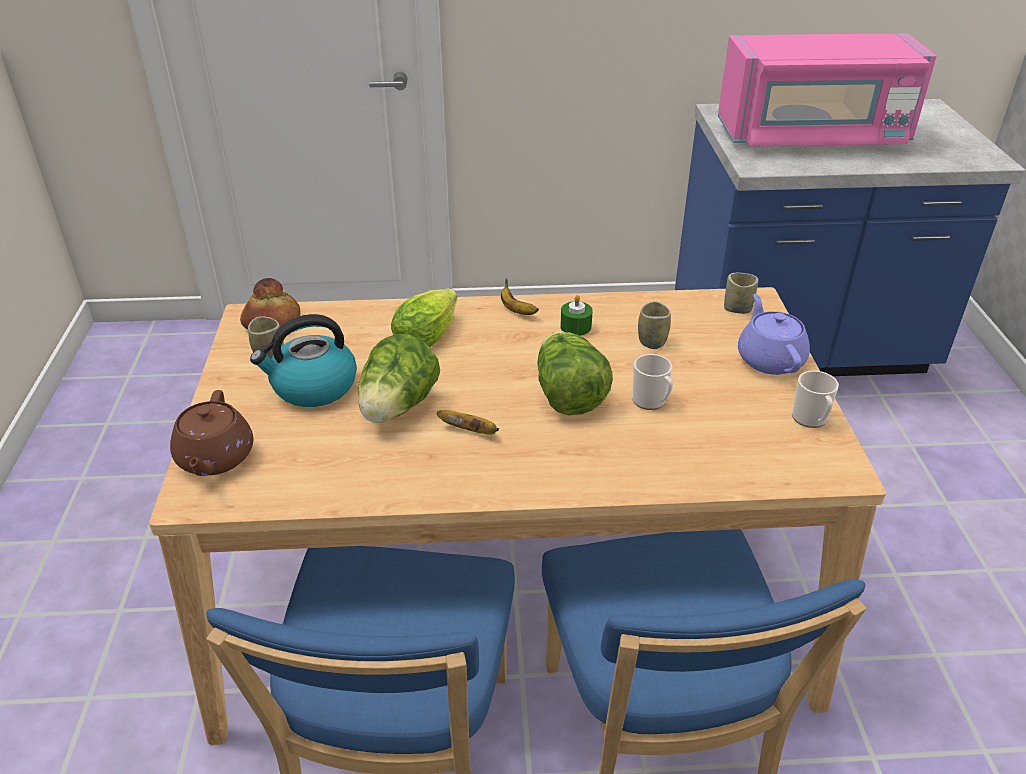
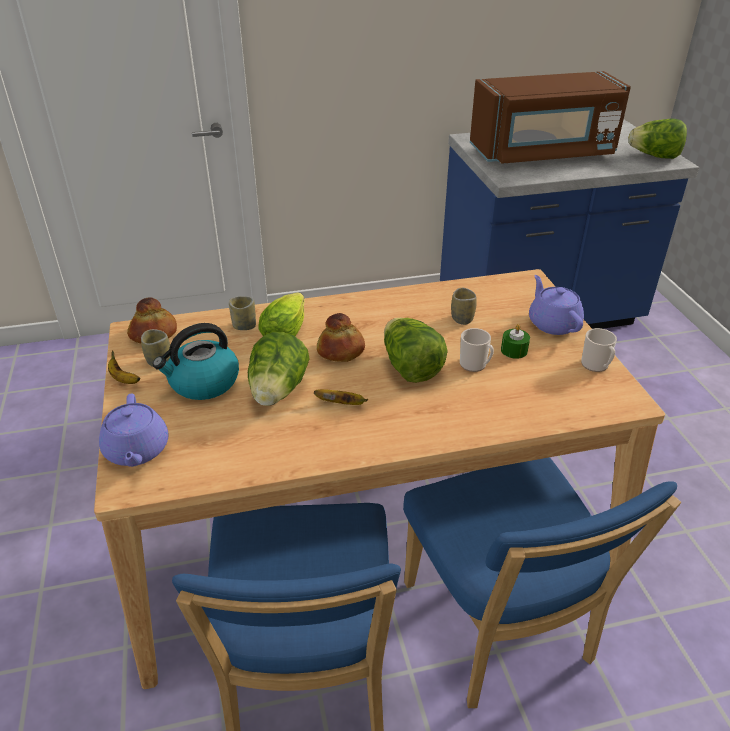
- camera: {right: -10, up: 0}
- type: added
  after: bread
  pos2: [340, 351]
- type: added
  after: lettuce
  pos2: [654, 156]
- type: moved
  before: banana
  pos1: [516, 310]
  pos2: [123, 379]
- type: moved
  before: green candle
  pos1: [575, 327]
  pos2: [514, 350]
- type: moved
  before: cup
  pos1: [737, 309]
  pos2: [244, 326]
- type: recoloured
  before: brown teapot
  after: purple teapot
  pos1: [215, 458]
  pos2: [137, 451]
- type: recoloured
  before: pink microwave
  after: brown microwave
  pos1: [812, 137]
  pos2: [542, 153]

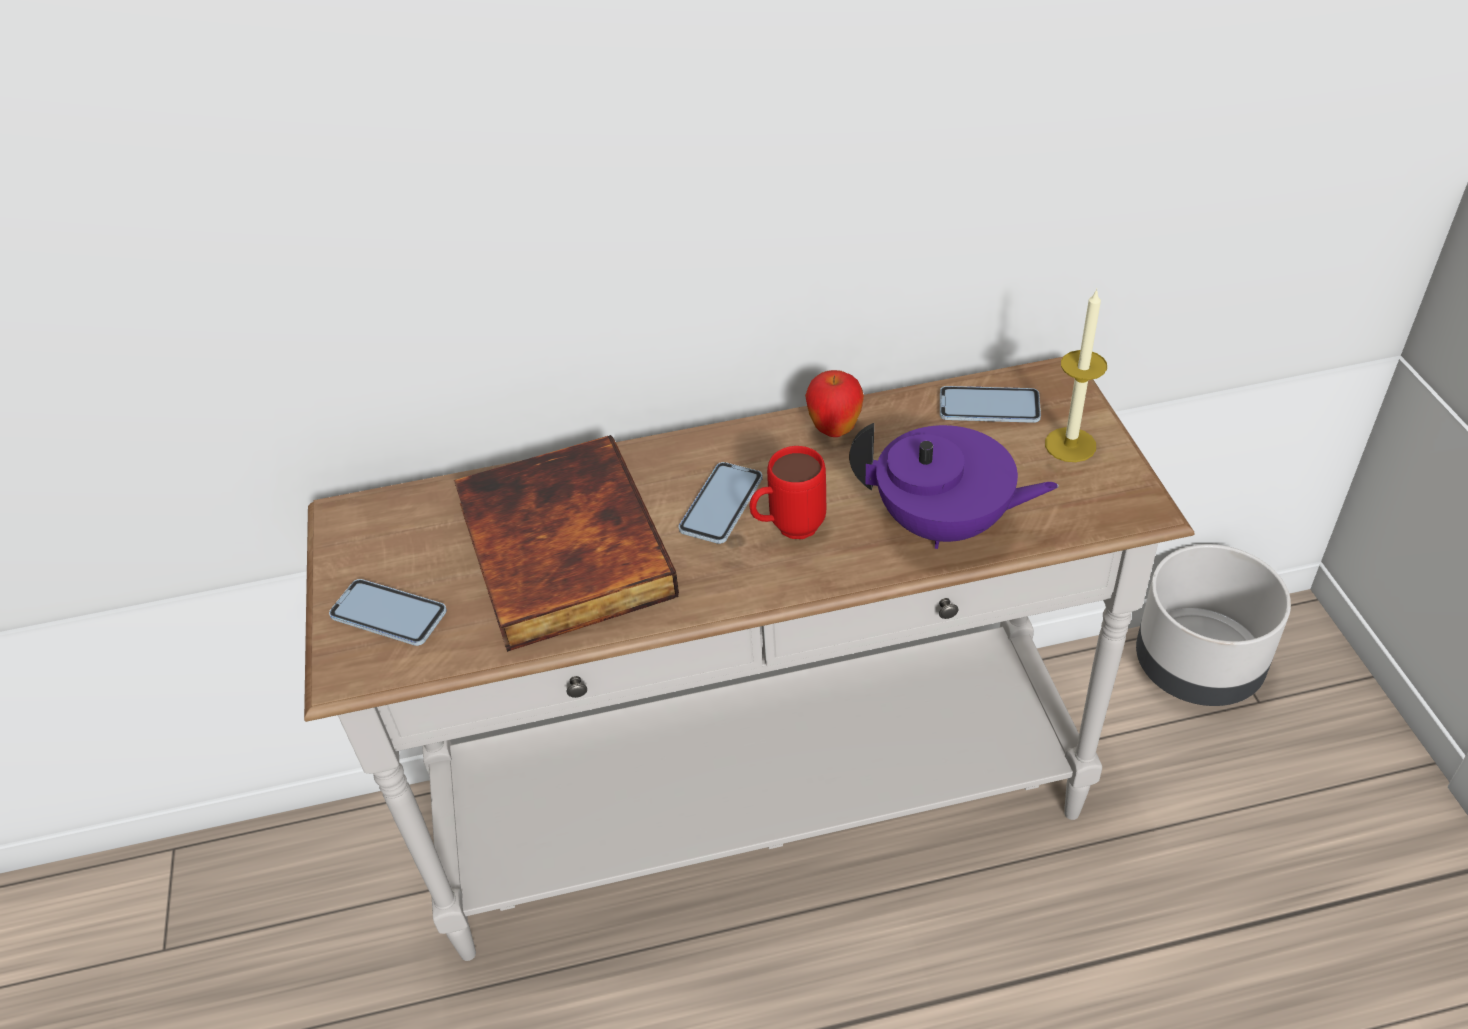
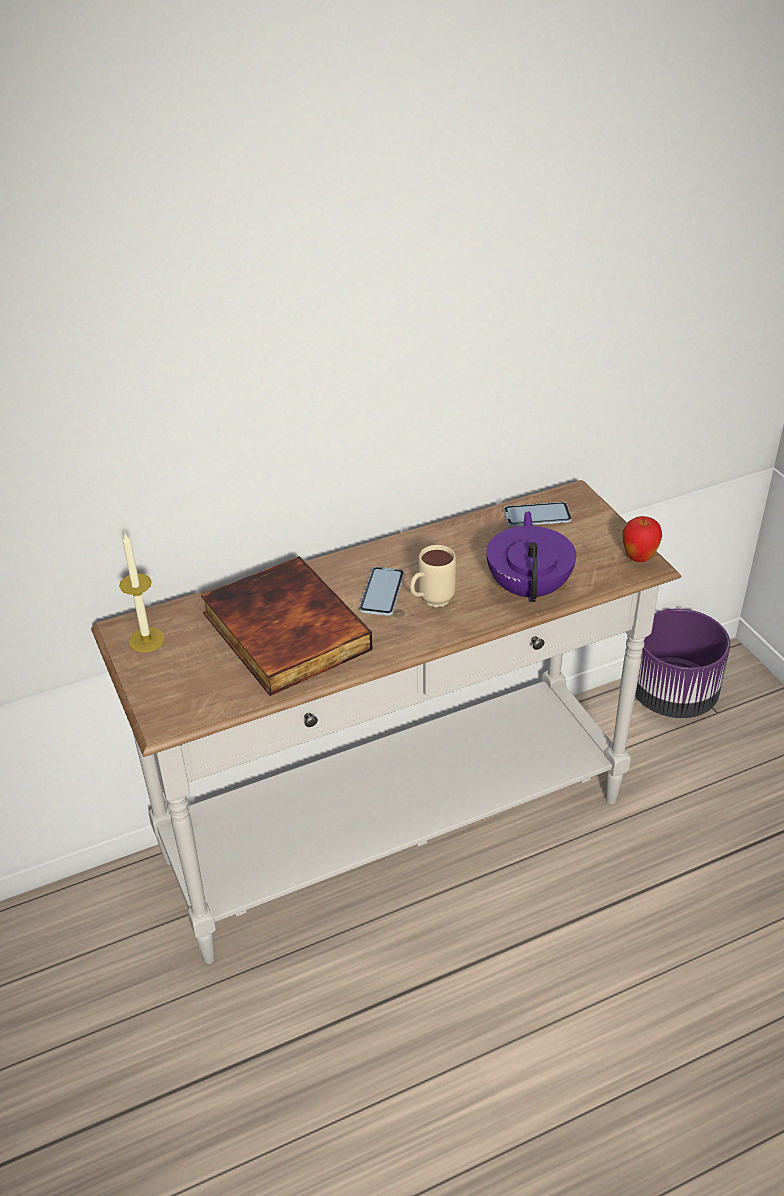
- camera: {right: -15, up: -5}
- type: removed
  before: phone
  pos1: [388, 614]
- type: moved
  before: apple
  pos1: [834, 430]
  pos2: [638, 557]
- type: moved
  before: candle
  pos1: [1070, 445]
  pos2: [146, 640]
- type: recoloured
  before: red mug
  after: beige mug
  pos1: [787, 530]
  pos2: [430, 602]
- type: recoloured
  before: grey planter
  after: purple planter
  pos1: [1198, 667]
  pos2: [673, 696]
- type: turned
  before: purple teapot
  pos1: [944, 524]
  pos2: [529, 587]
  turn: -90

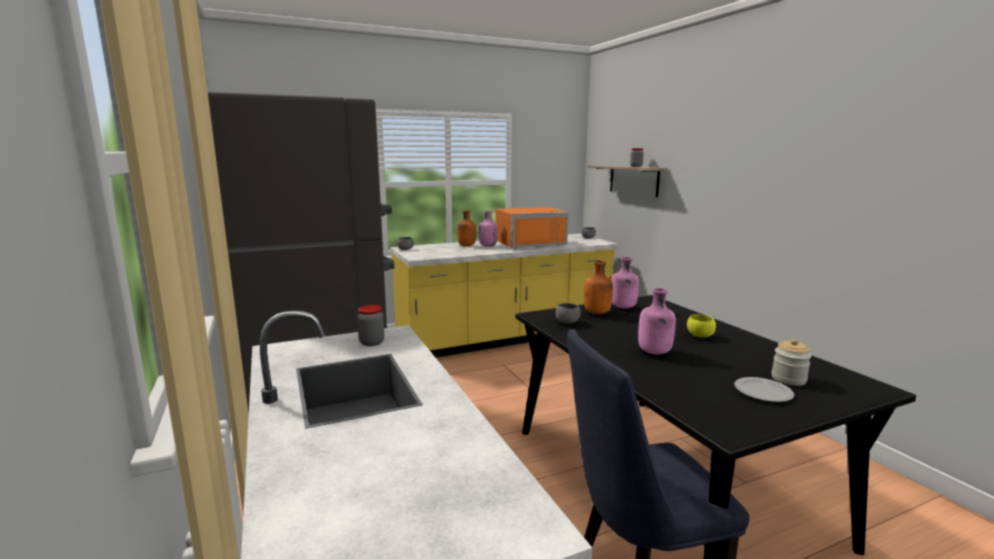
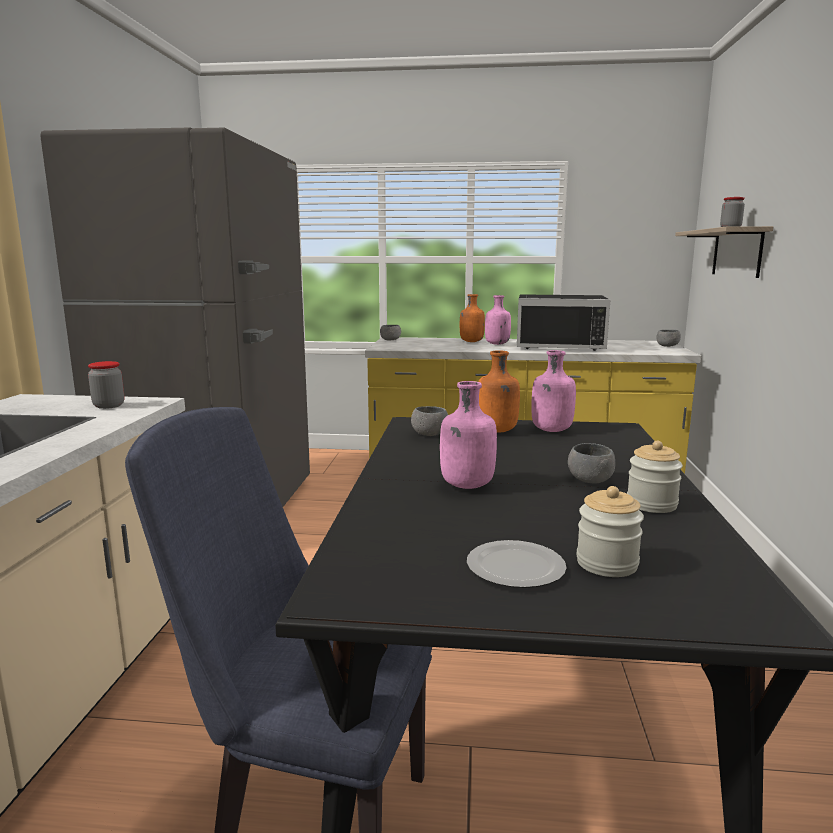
- camera: {right: 30, up: 0}
- type: added
  after: jar
  pos2: [651, 504]
- type: recoloured
  before: orange microwave
  after: black microwave
  pos1: [528, 243]
  pos2: [559, 345]
- type: recoloured
  before: yellow bowl
  after: grey bowl
  pos1: [700, 336]
  pos2: [590, 480]

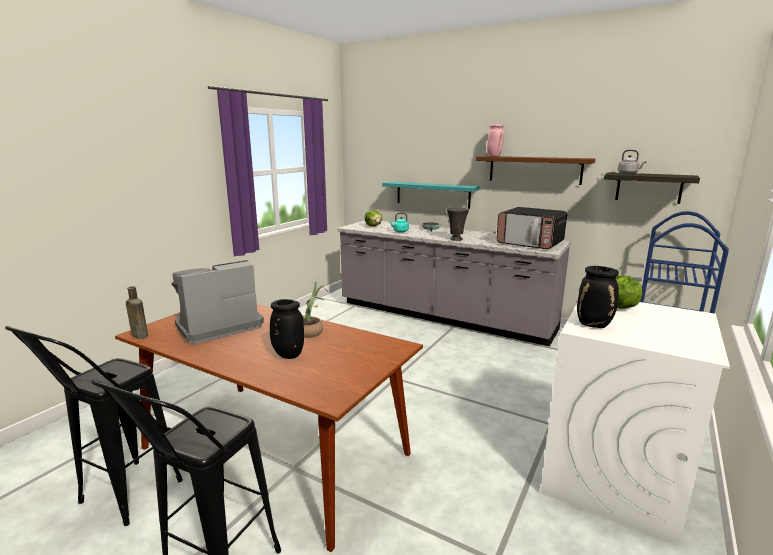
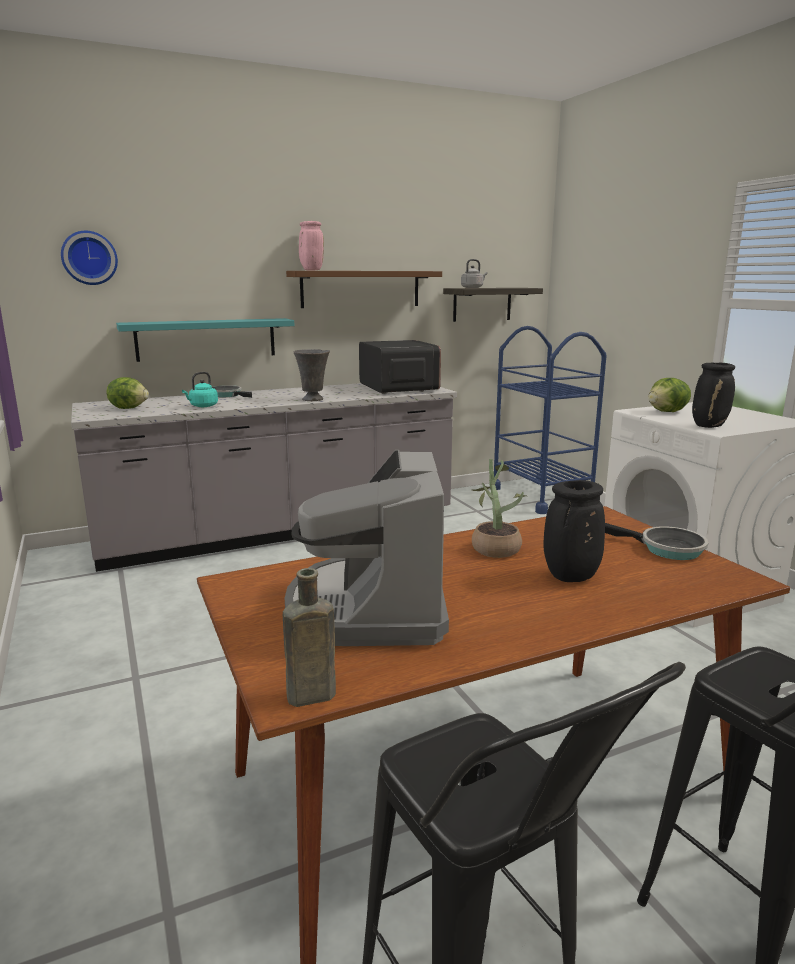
- camera: {right: -55, up: 0}
- type: added
  after: wall clock
  pos2: [89, 258]
- type: added
  after: frying pan
  pos2: [666, 549]
- type: turned
  before: microwave
  pos1: [530, 243]
  pos2: [398, 388]
  turn: -90

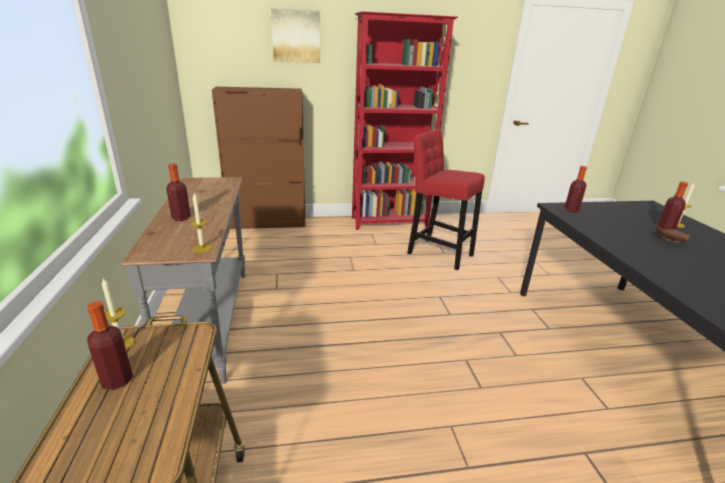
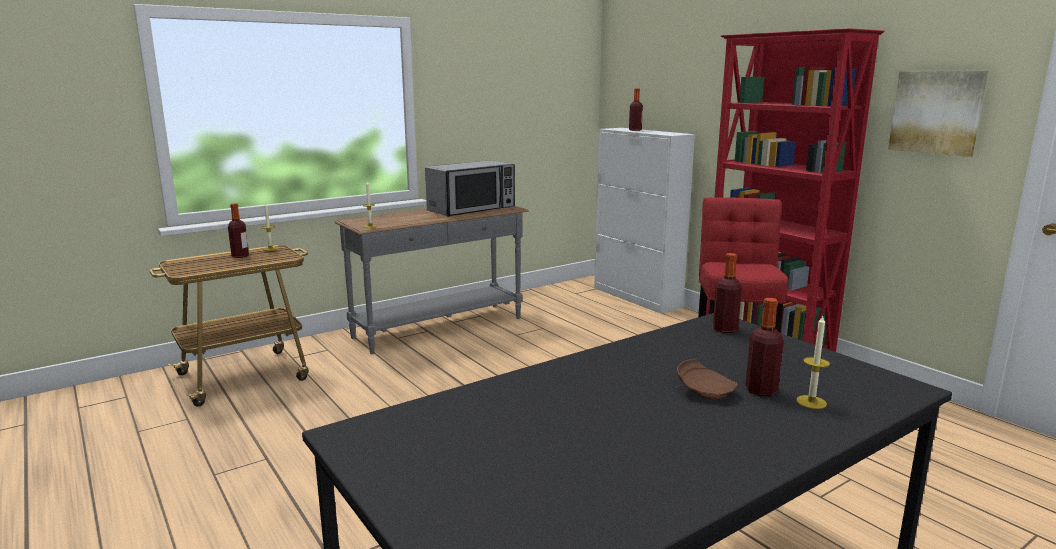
- camera: {right: 65, up: -10}
- type: added
  after: microwave
  pos2: [472, 209]
- type: moved
  before: bottle
  pos1: [181, 218]
  pos2: [635, 130]
- type: moved
  before: picture
  pos1: [296, 36]
  pos2: [937, 112]
- type: recoloured
  before: brown cabinet
  after: white cabinet
  pos1: [268, 223]
  pos2: [637, 297]

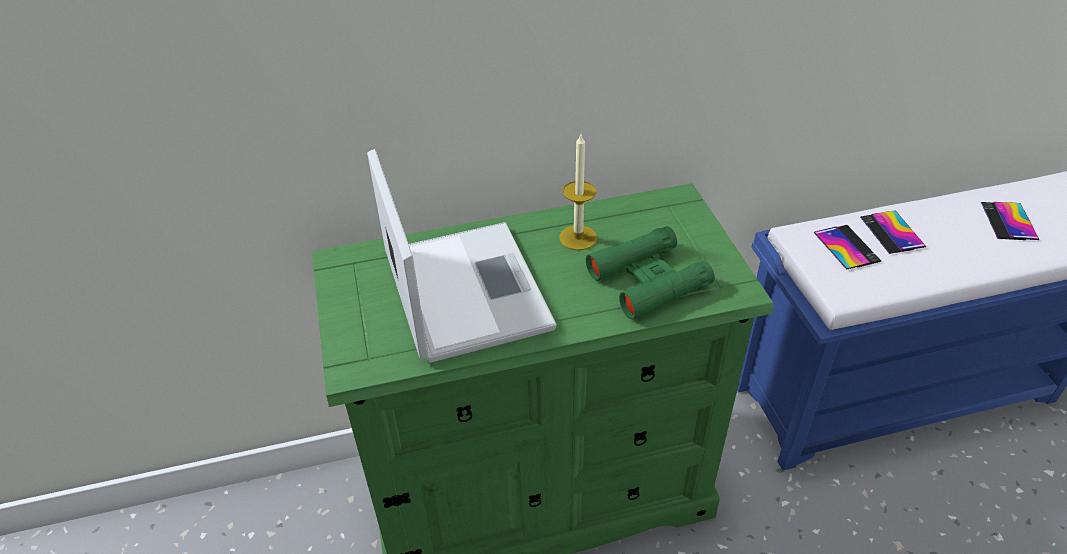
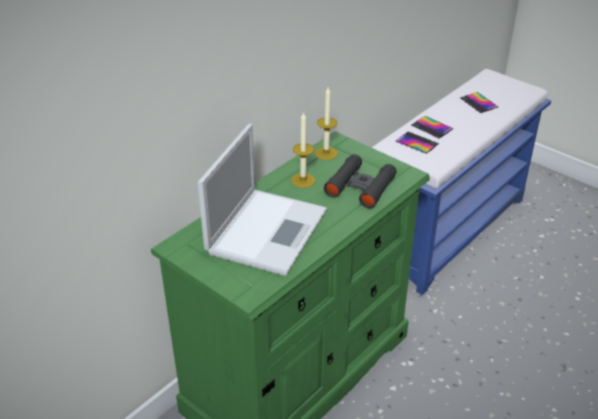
- camera: {right: -35, up: -5}
- type: added
  after: candle
  pos2: [326, 153]
- type: recoloured
  before: green binoculars
  after: black binoculars
  pos1: [648, 280]
  pos2: [360, 187]
- type: turned
  before: laptop
  pos1: [464, 288]
  pos2: [268, 230]
  turn: 75

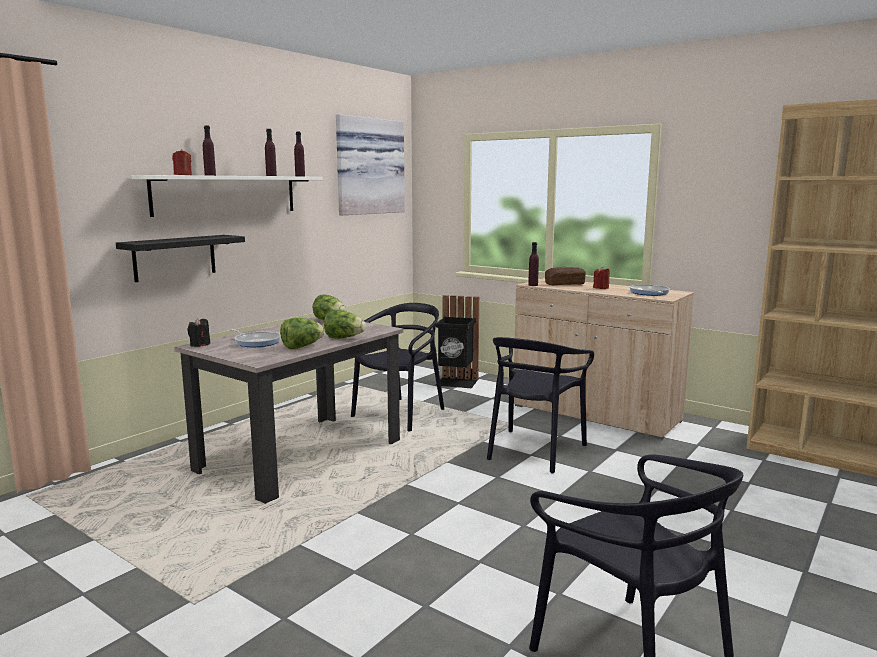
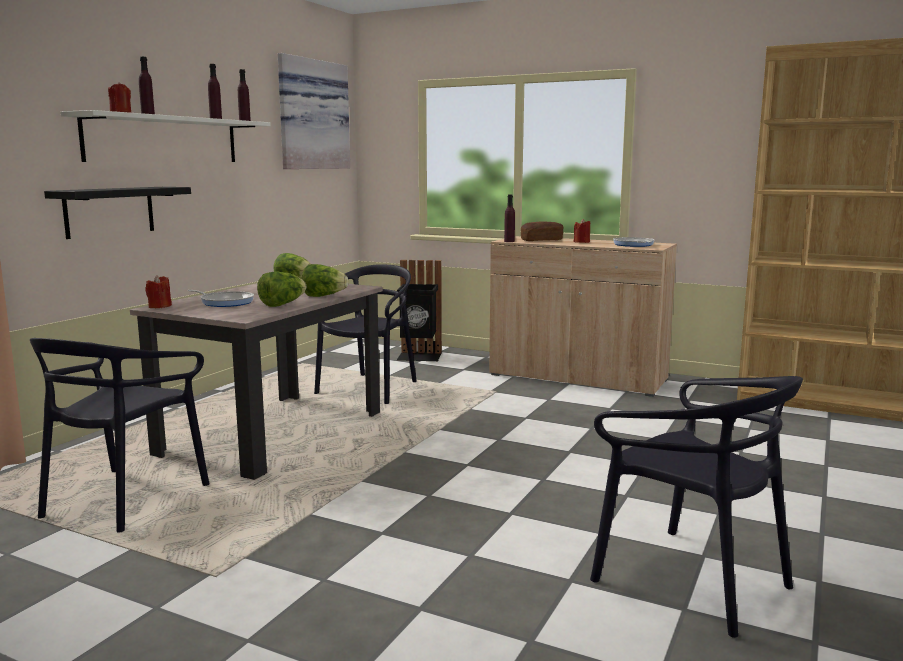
- camera: {right: -10, up: 0}
- type: moved
  before: black chair
  pos1: [534, 450]
  pos2: [124, 499]
- type: recoloured
  before: black candle
  after: red candle
  pos1: [200, 344]
  pos2: [159, 306]

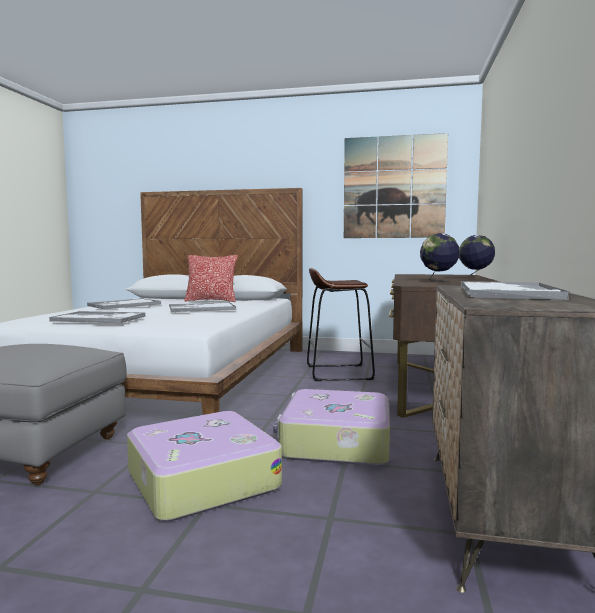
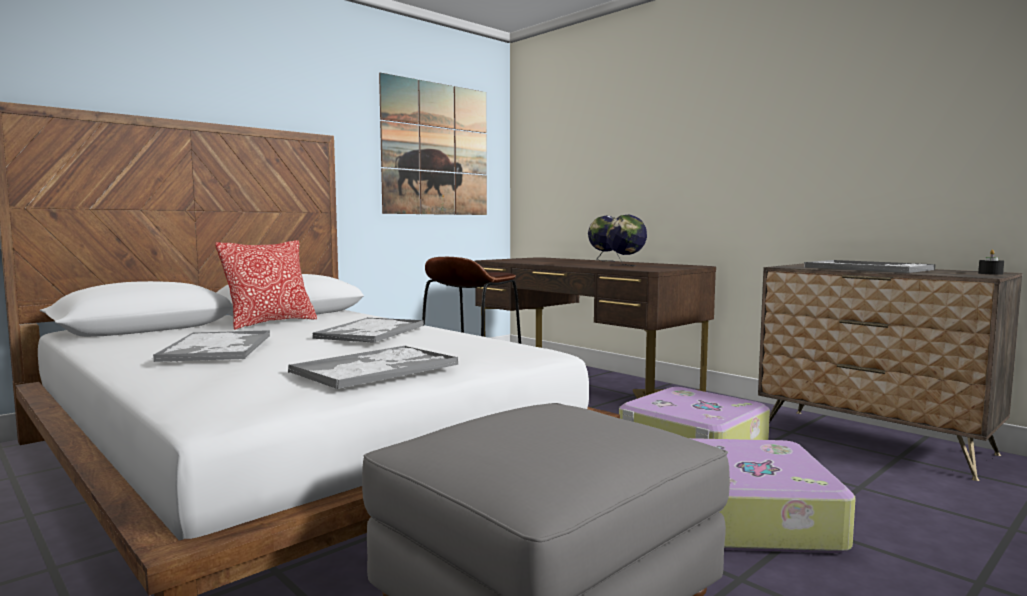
- camera: {right: -55, up: 0}
- type: added
  after: black candle
  pos2: [990, 273]

